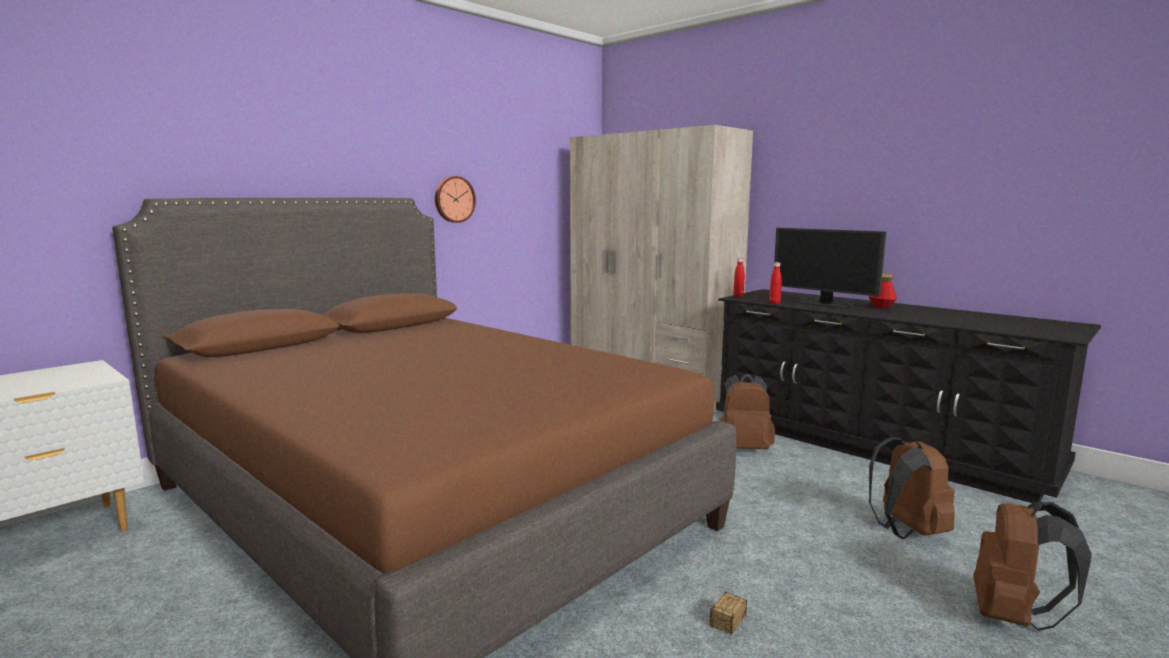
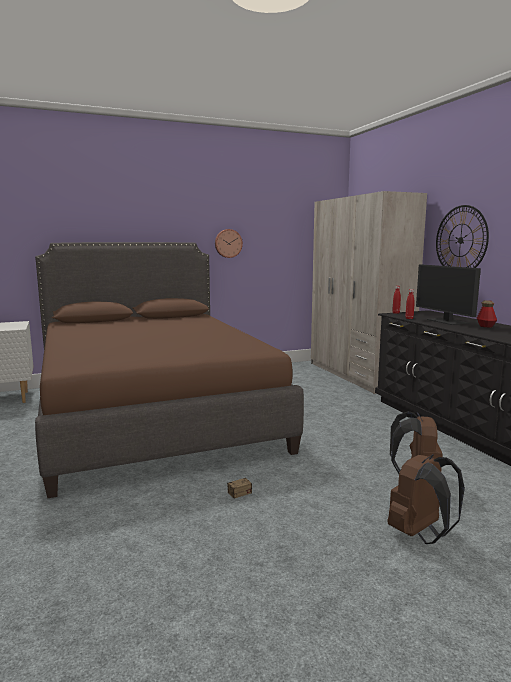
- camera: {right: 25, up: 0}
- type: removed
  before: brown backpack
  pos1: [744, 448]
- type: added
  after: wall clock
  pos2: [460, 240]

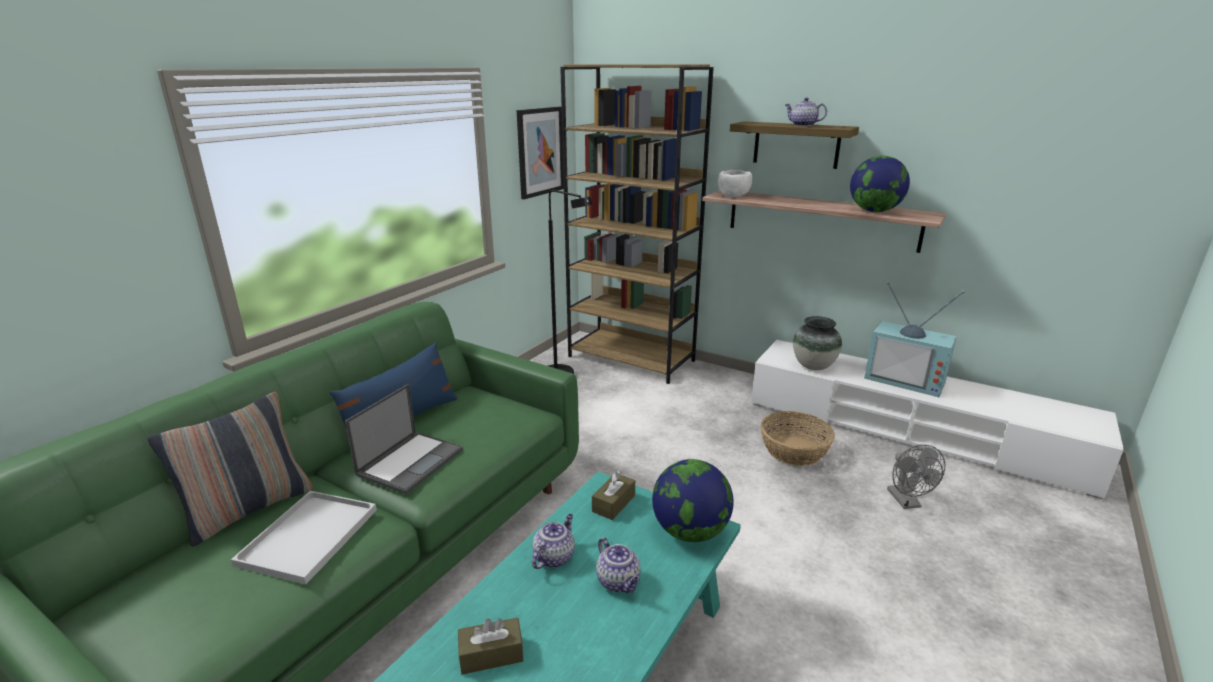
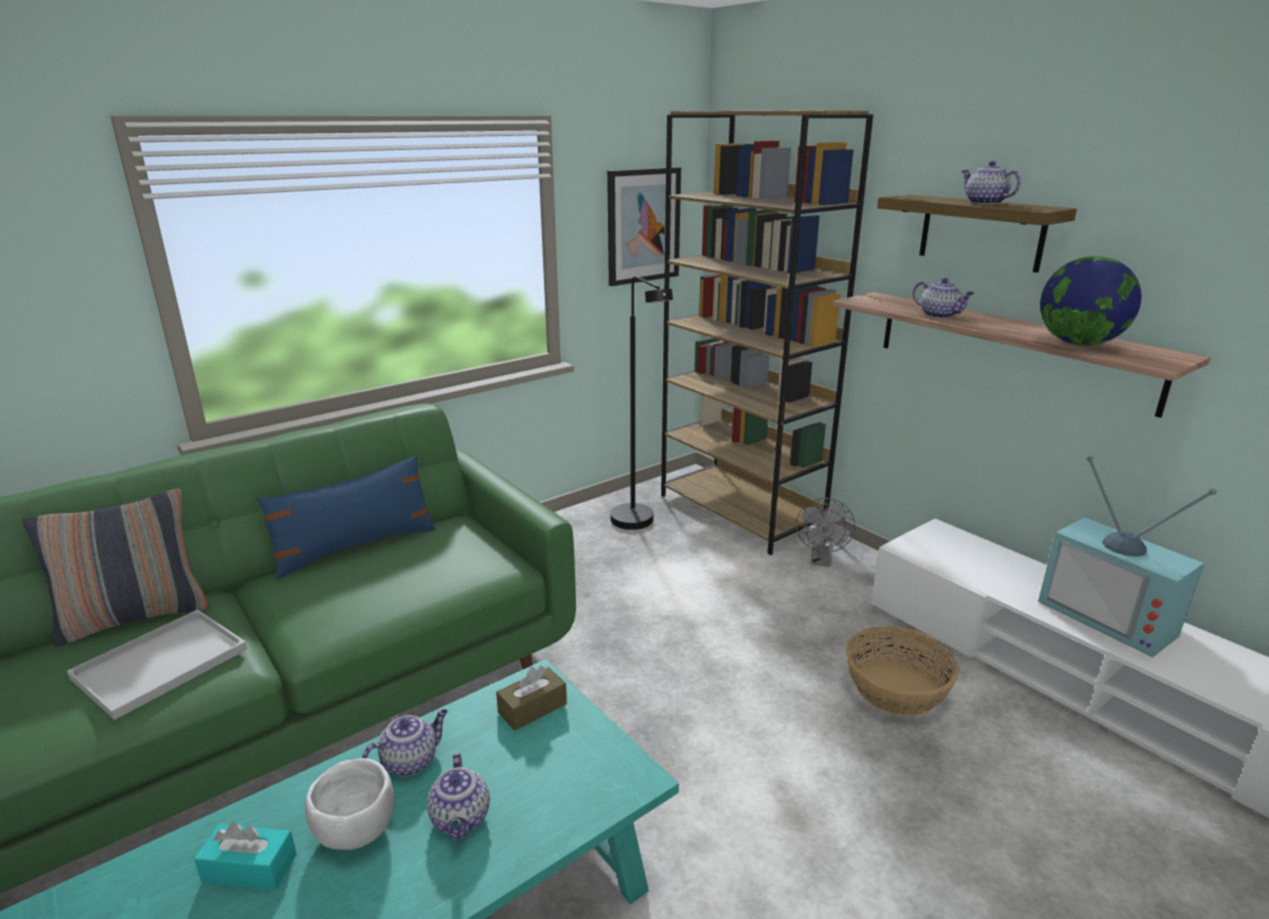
- camera: {right: 20, up: 0}
- type: removed
  before: laptop
  pos1: [411, 461]
- type: removed
  before: globe
  pos1: [690, 531]
- type: removed
  before: vase
  pos1: [813, 366]
- type: added
  after: teapot
  pos2: [940, 315]
- type: moved
  before: white bowl
  pos1: [734, 196]
  pos2: [358, 830]
- type: moved
  before: grey fan
  pos1: [907, 502]
  pos2: [821, 561]
- type: recoloured
  before: brown tissue box
  after: turquoise tissue box
  pos1: [491, 654]
  pos2: [250, 868]

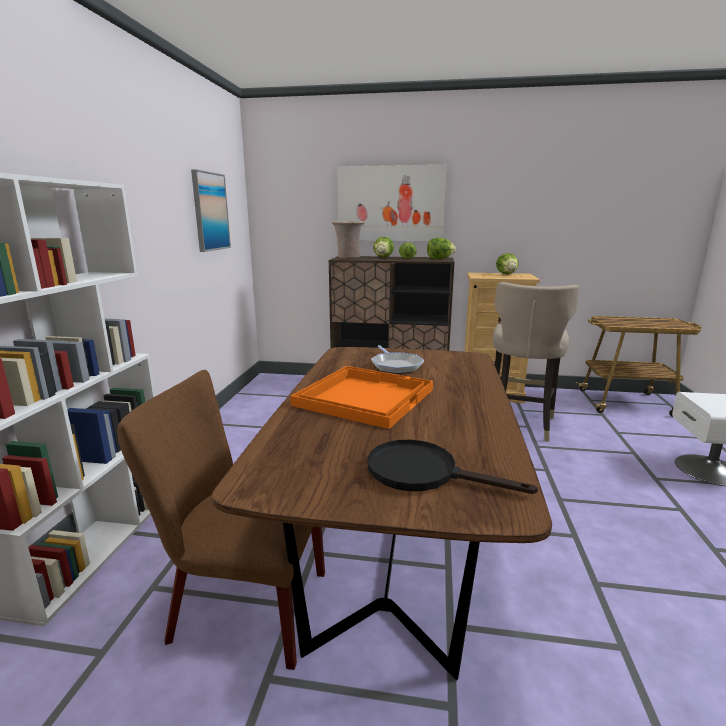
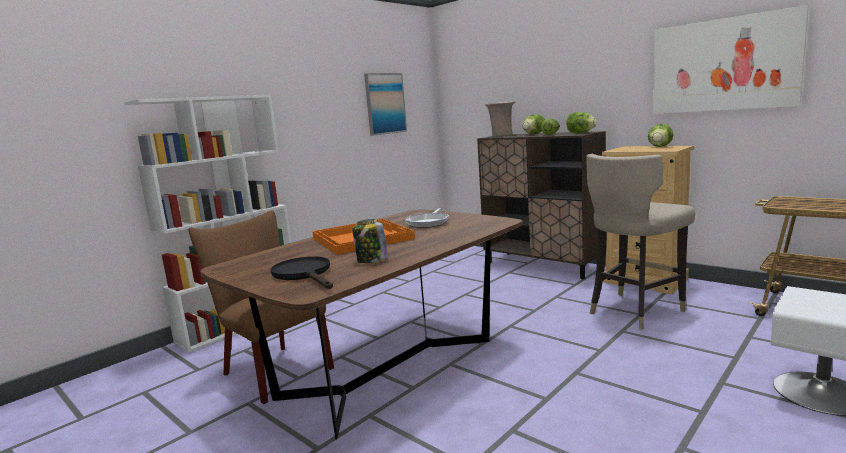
- camera: {right: 35, up: -5}
- type: added
  after: jar
  pos2: [371, 260]
- type: moved
  before: picture
  pos1: [390, 204]
  pos2: [723, 65]

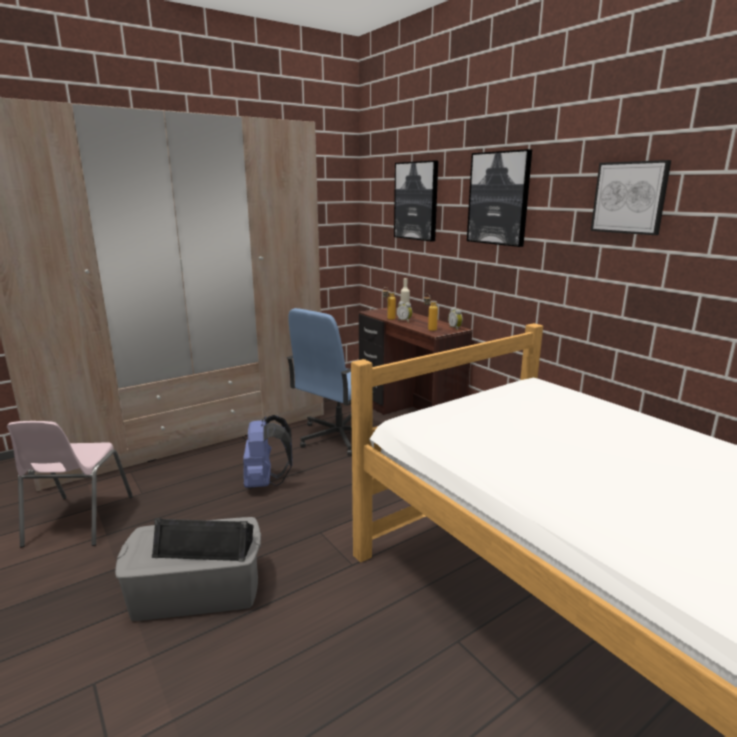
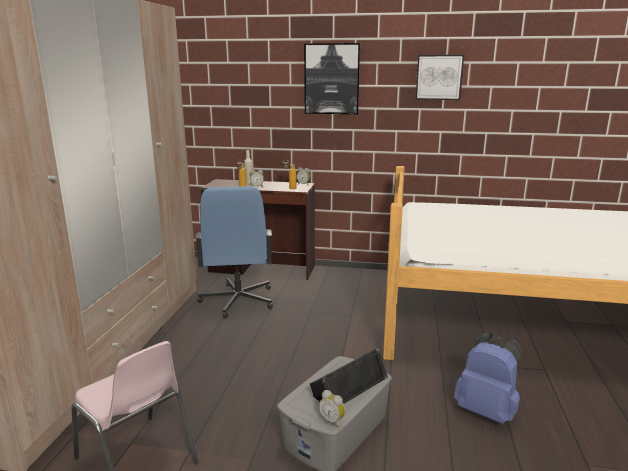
- camera: {right: -45, up: 0}
- type: removed
  before: picture
  pos1: [416, 201]
- type: added
  after: alarm clock
  pos2: [332, 420]
- type: moved
  before: blue backpack
  pos1: [266, 483]
  pos2: [487, 411]

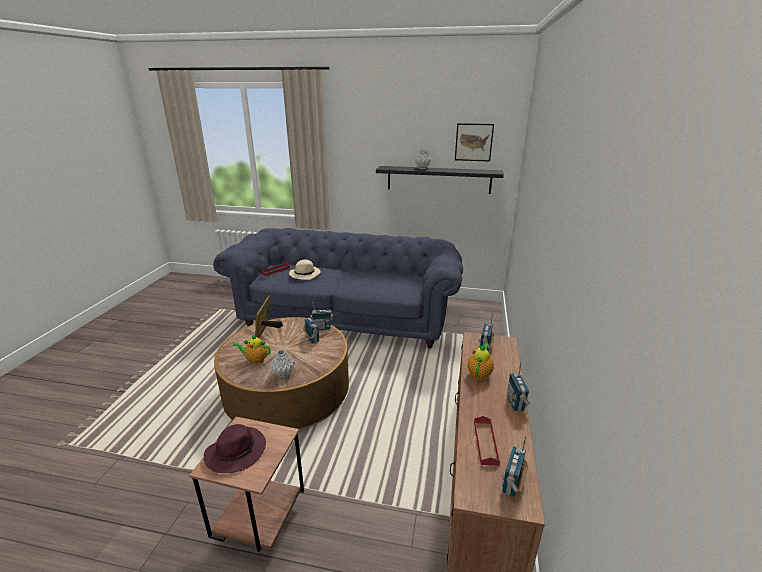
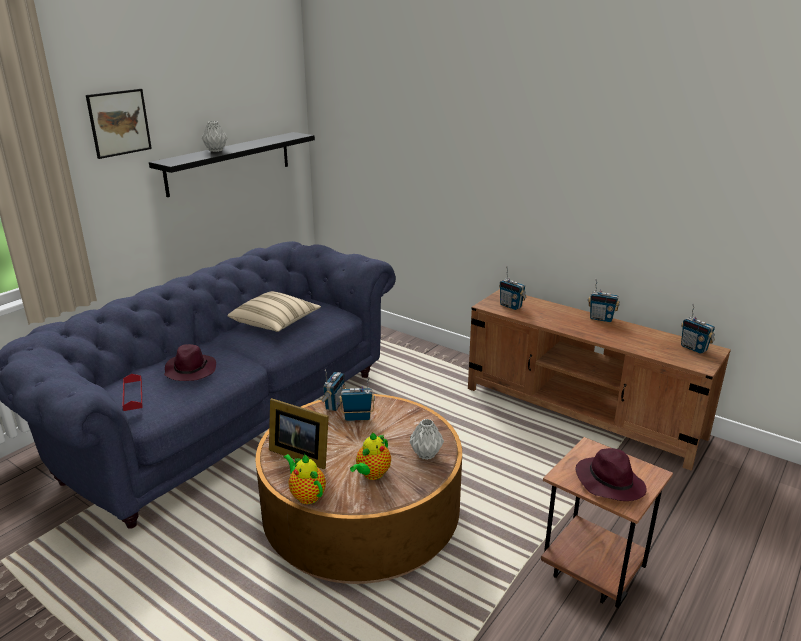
- camera: {right: -65, up: 0}
- type: removed
  before: red tray
  pos1: [485, 442]
- type: added
  after: beige pillow
  pos2: [275, 323]
- type: moved
  before: picture
  pos1: [473, 142]
  pos2: [119, 123]
- type: moved
  before: teapot
  pos1: [479, 374]
  pos2: [306, 495]
- type: recoloured
  before: beige hat
  after: purple hat
  pos1: [305, 274]
  pos2: [190, 370]

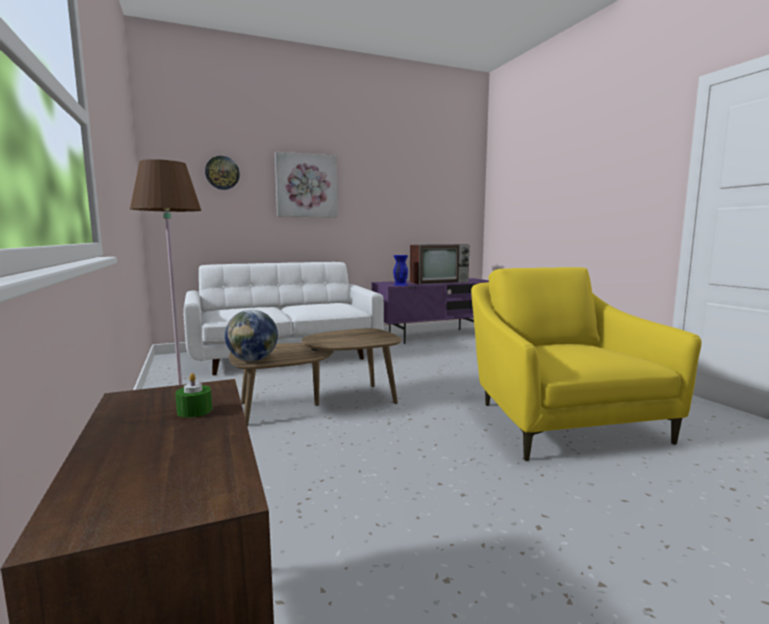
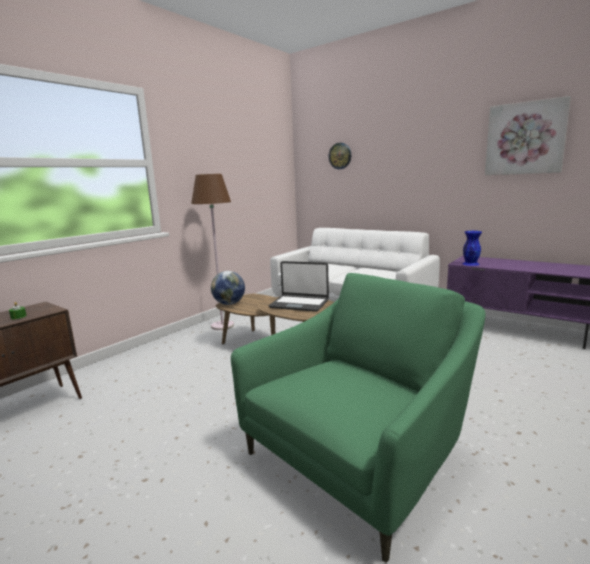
- camera: {right: 60, up: 5}
- type: removed
  before: television
  pos1: [439, 282]
- type: added
  after: laptop
  pos2: [299, 304]
- type: moved
  before: picture
  pos1: [306, 186]
  pos2: [525, 138]
- type: recoloured
  before: yellow armchair
  after: green armchair
  pos1: [558, 420]
  pos2: [361, 455]

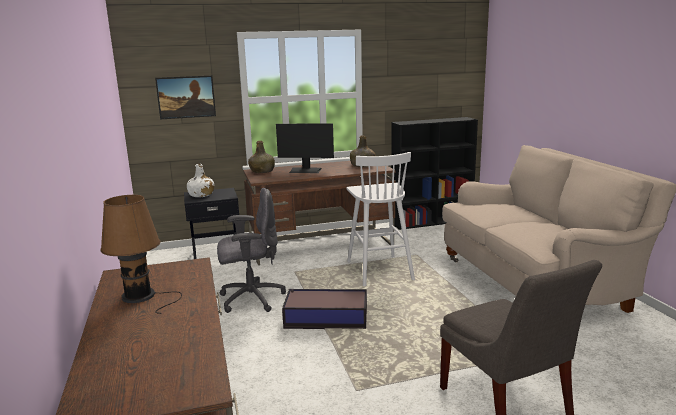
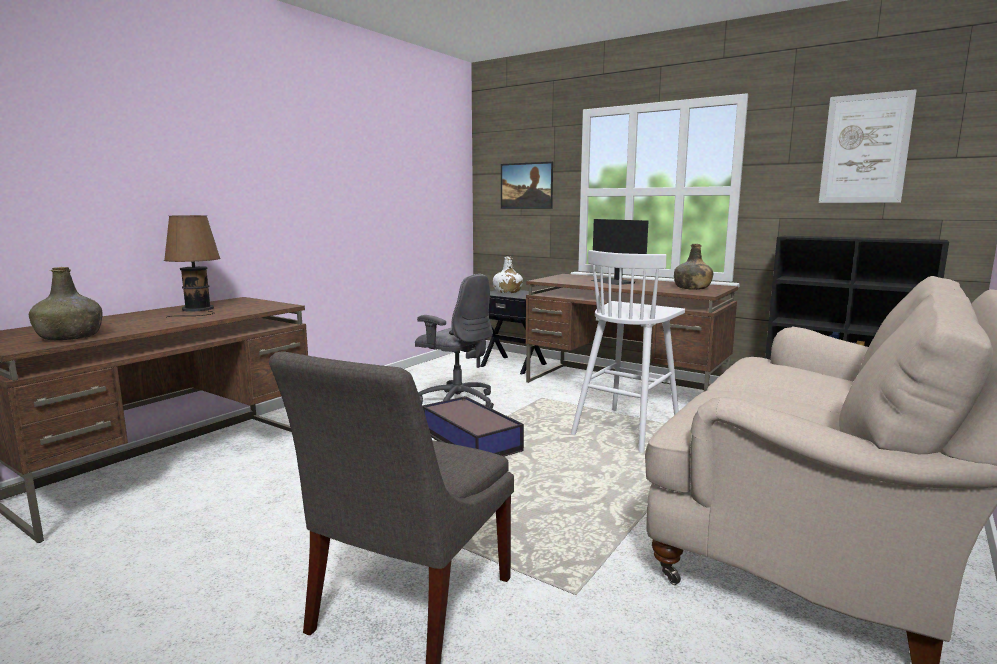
- camera: {right: 50, up: -5}
- type: added
  after: picture
  pos2: [865, 149]
- type: moved
  before: green bottle
  pos1: [262, 171]
  pos2: [71, 337]

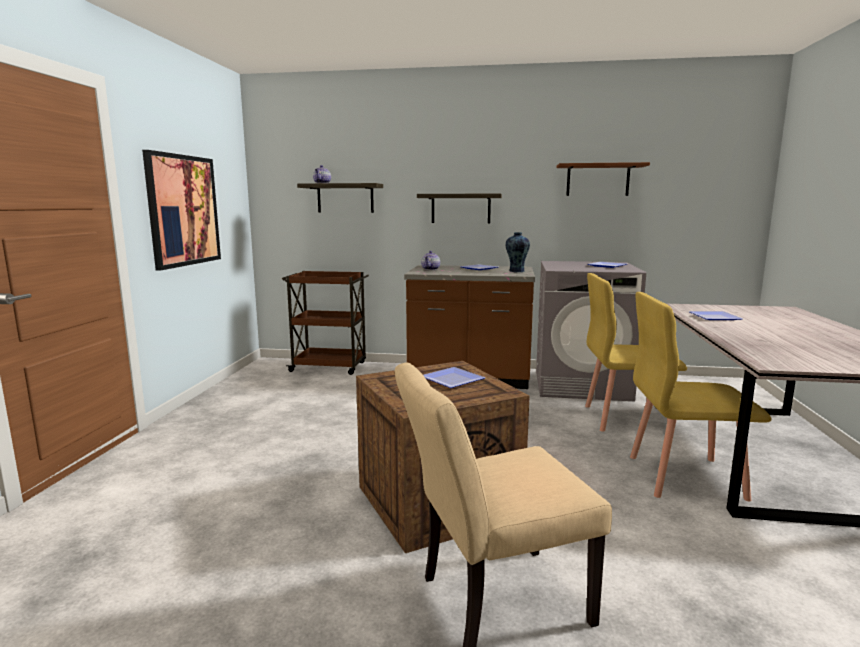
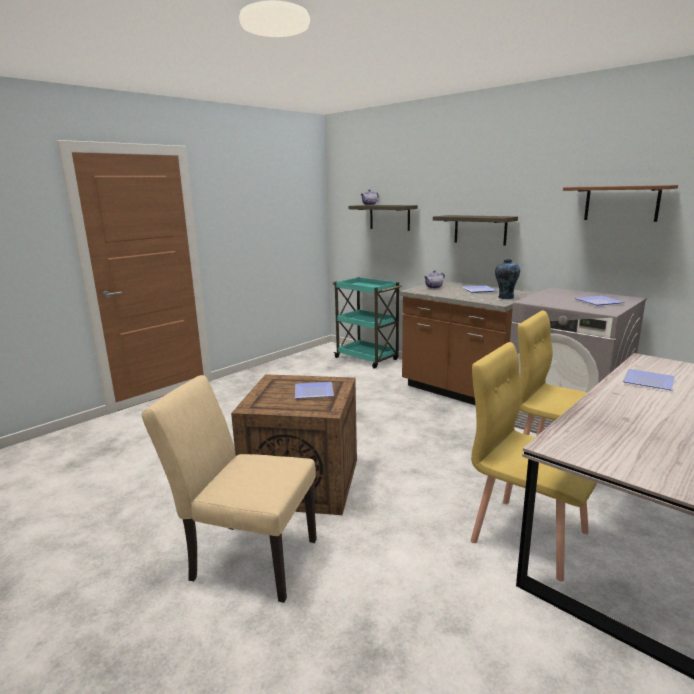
- camera: {right: 35, up: 5}
- type: removed
  before: picture
  pos1: [183, 210]
- type: recoloured
  before: brown cart
  after: turquoise cart
  pos1: [330, 367]
  pos2: [367, 359]

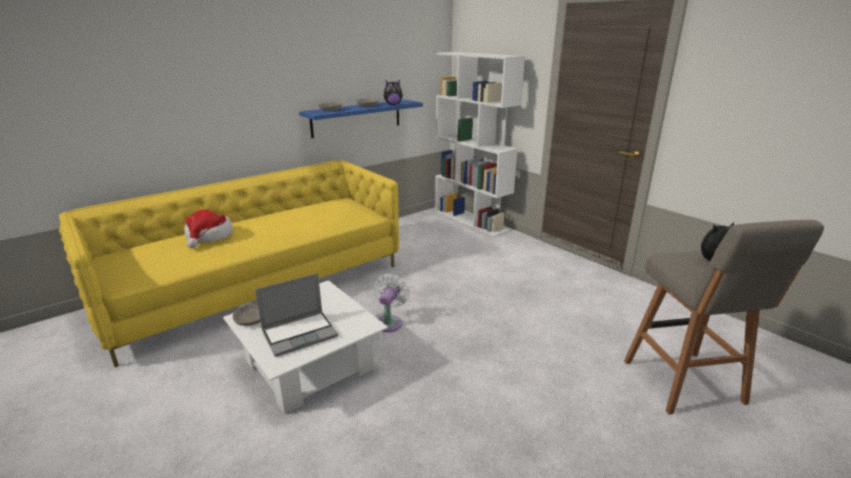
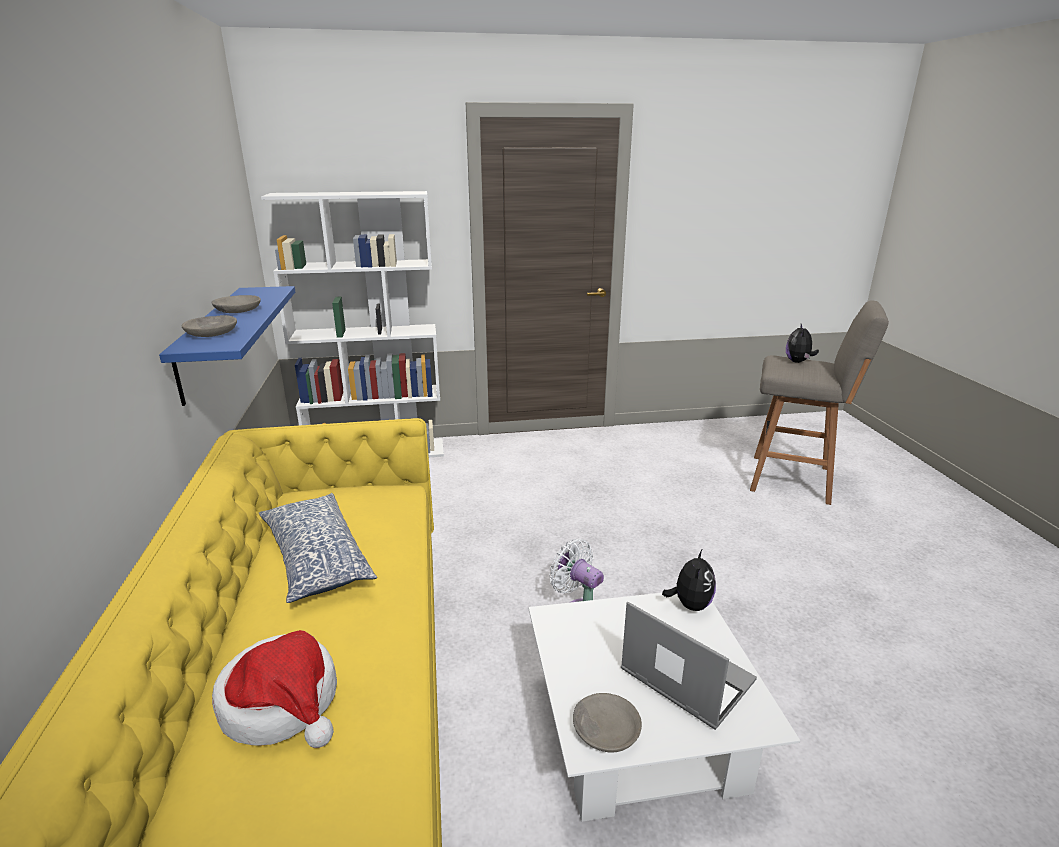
- camera: {right: -60, up: 0}
- type: added
  after: pillow
  pos2: [315, 558]
- type: moved
  before: plush toy
  pos1: [393, 104]
  pos2: [690, 604]
- type: turned
  before: laptop
  pos1: [300, 333]
  pos2: [684, 677]
  turn: -45

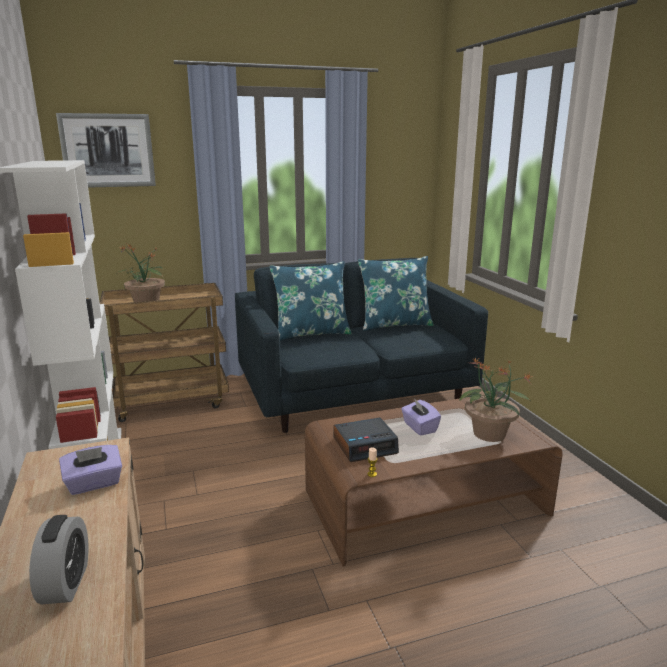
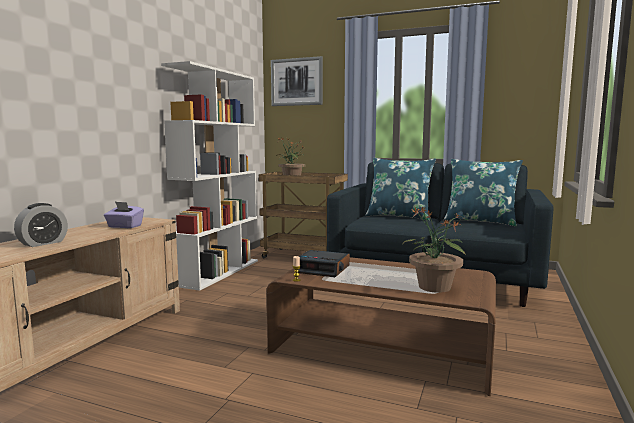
- camera: {right: 40, up: -10}
- type: removed
  before: purple tissue box
  pos1: [419, 427]

